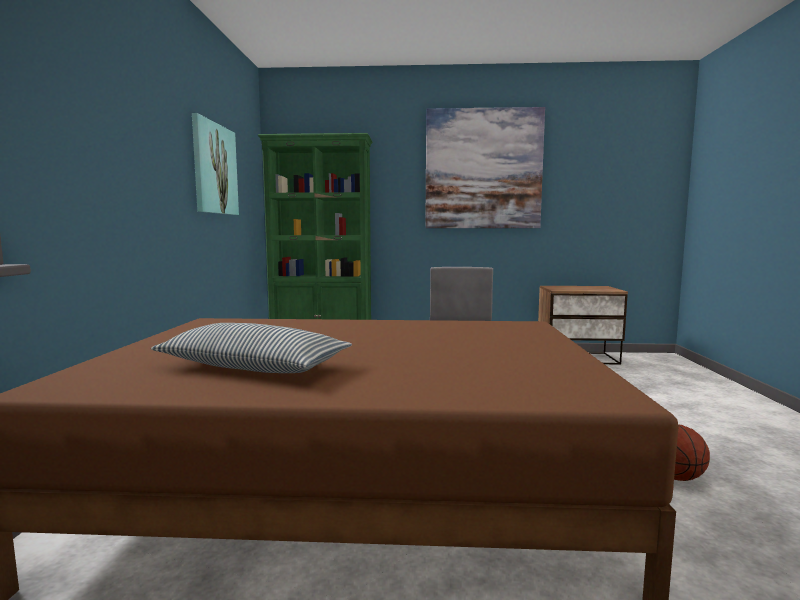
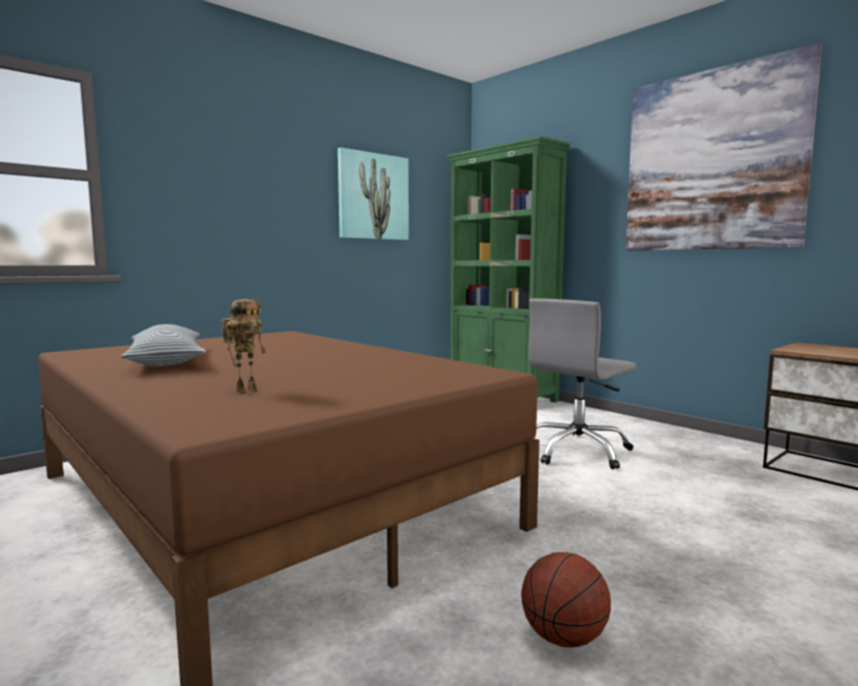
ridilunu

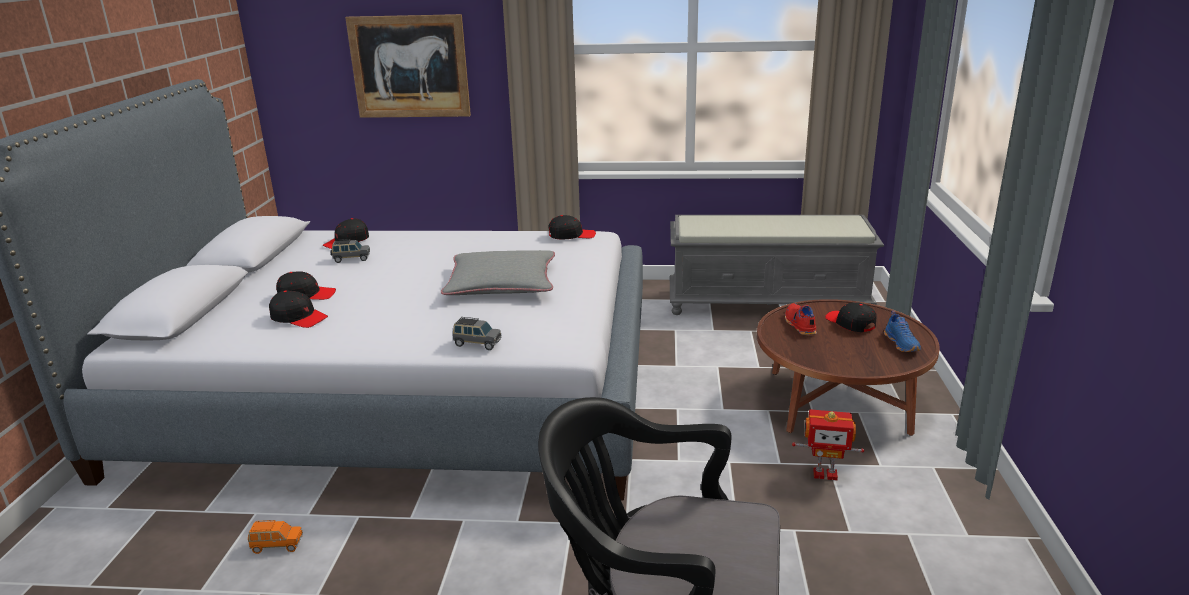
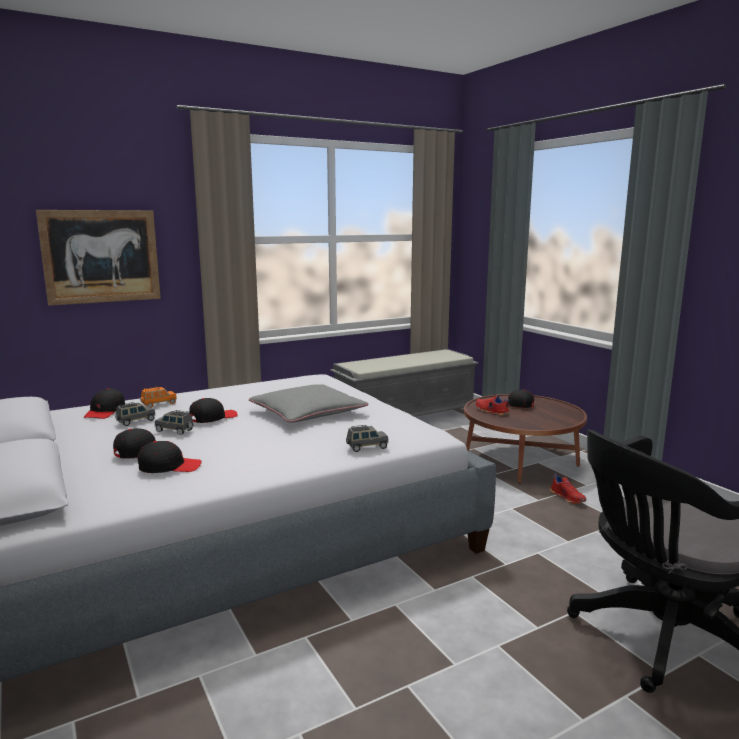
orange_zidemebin
grey_zidemebin (no. 2 from left)
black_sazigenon (no. 4 from left)
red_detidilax (no. 2 from left)
blue_detidilax

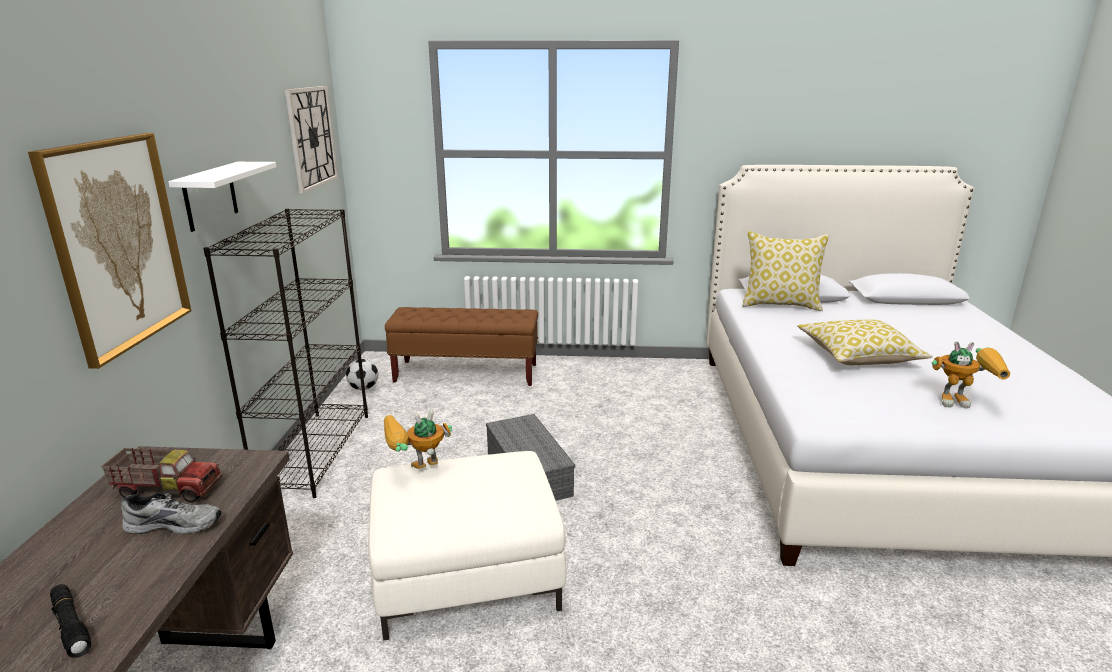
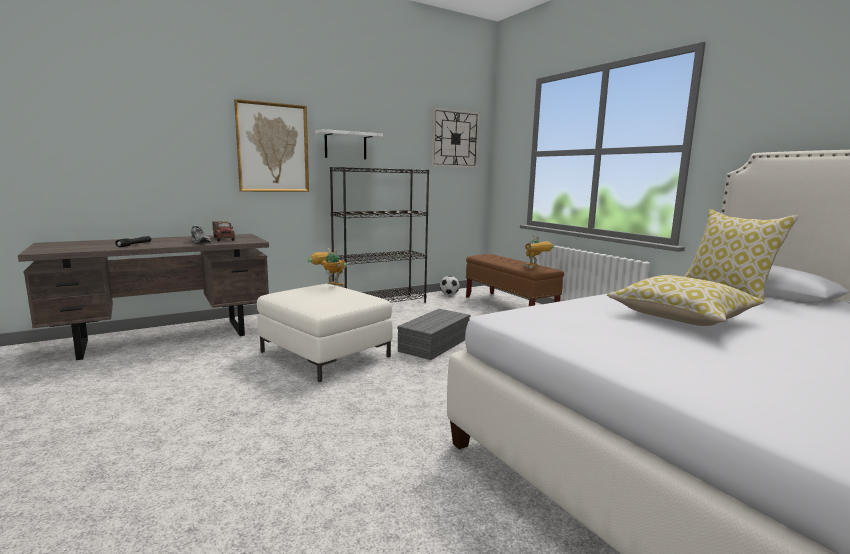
ridilunu (no. 2 from left)

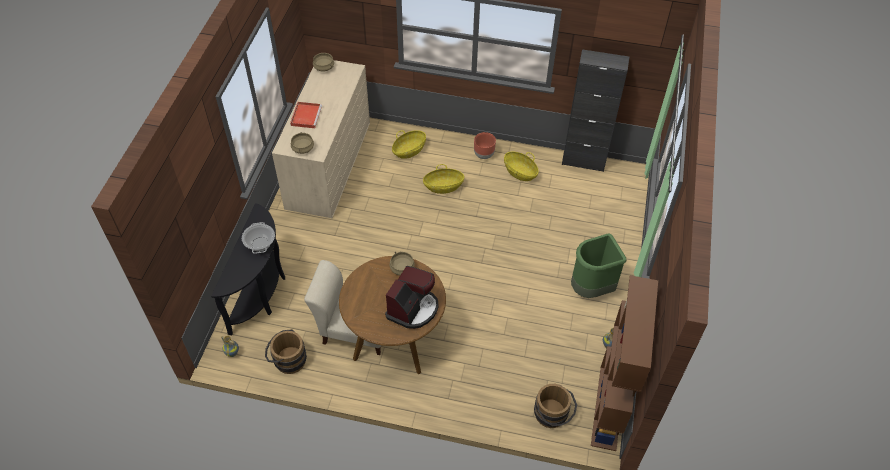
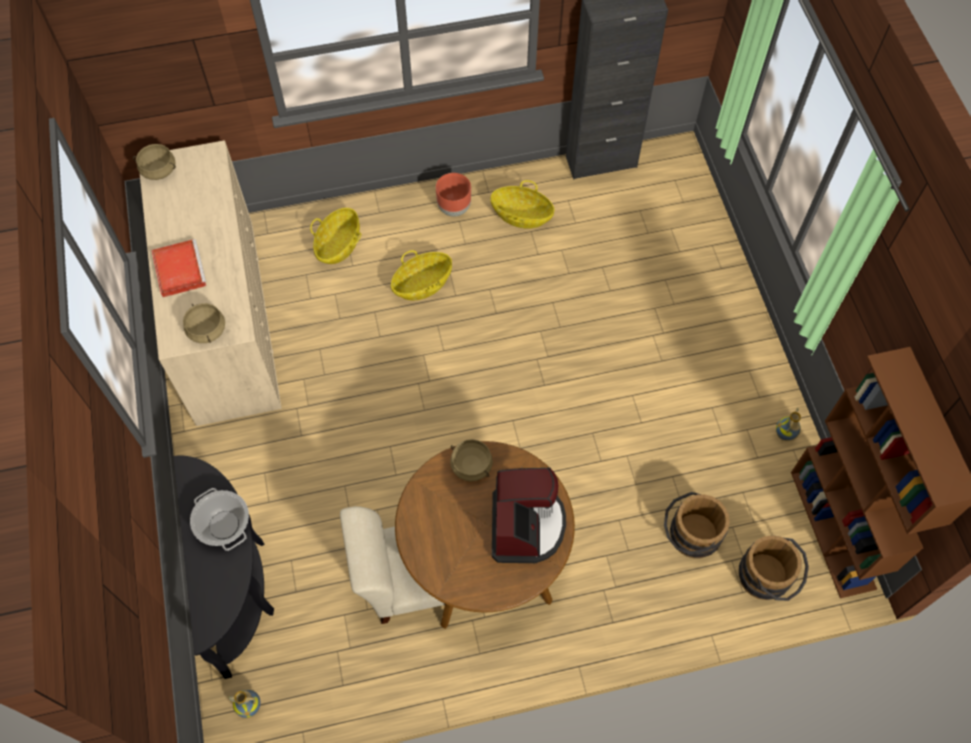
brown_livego (no. 1 from left)
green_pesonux

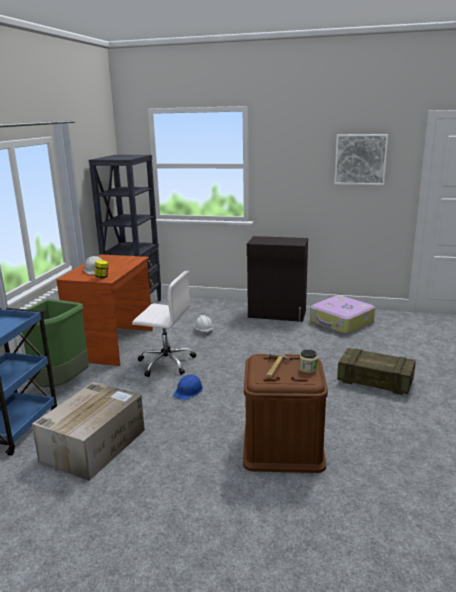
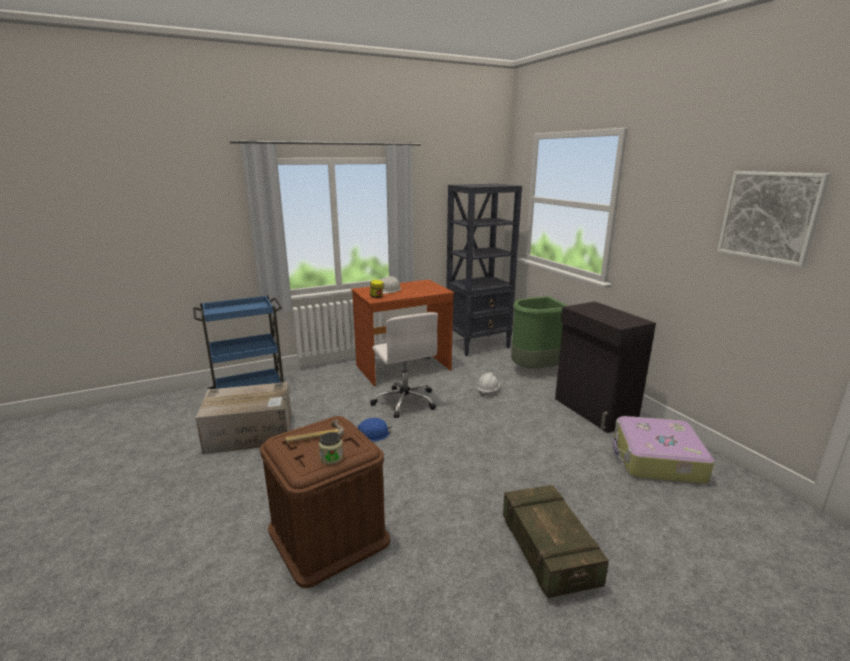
green_pesonux

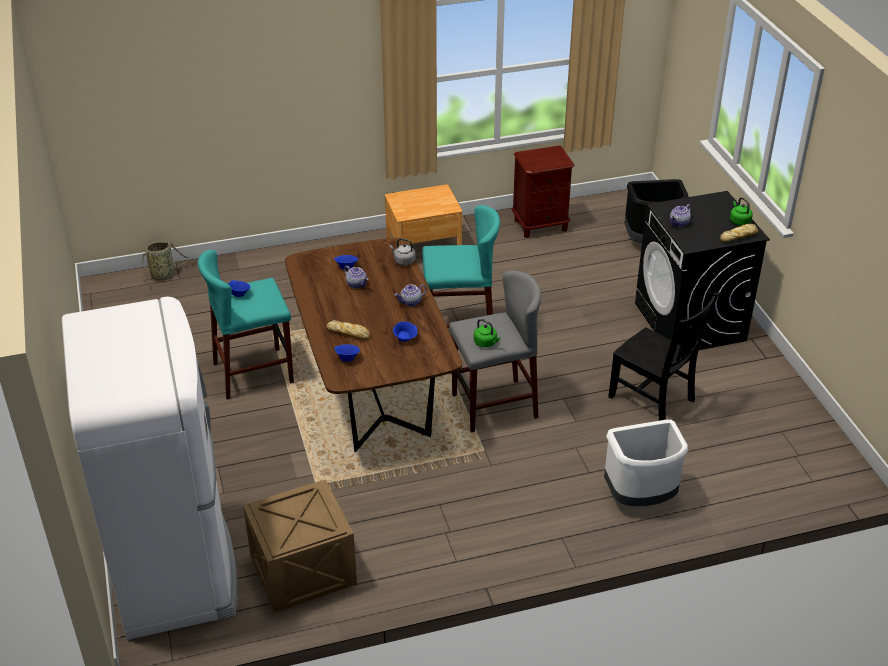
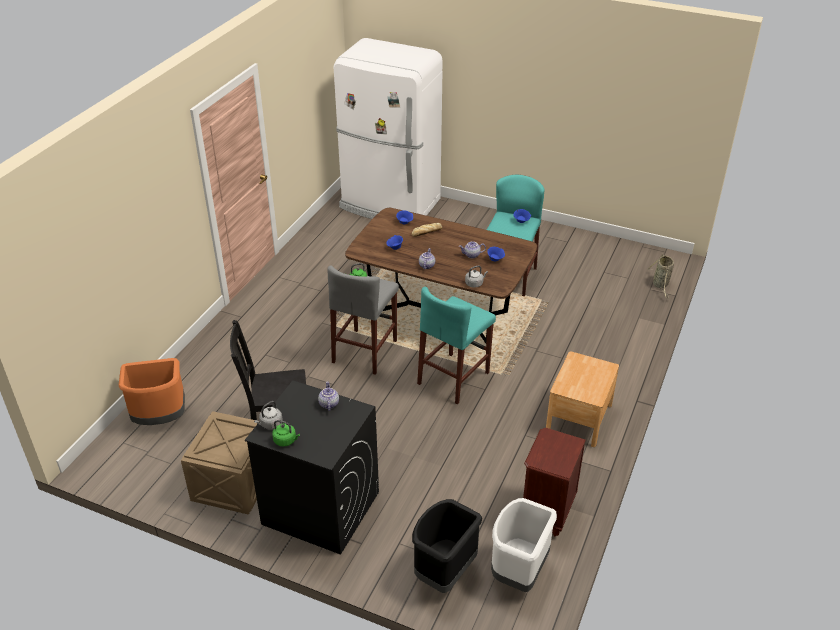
orange_pesonux
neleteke
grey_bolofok (no. 1 from left)
white_pesonux

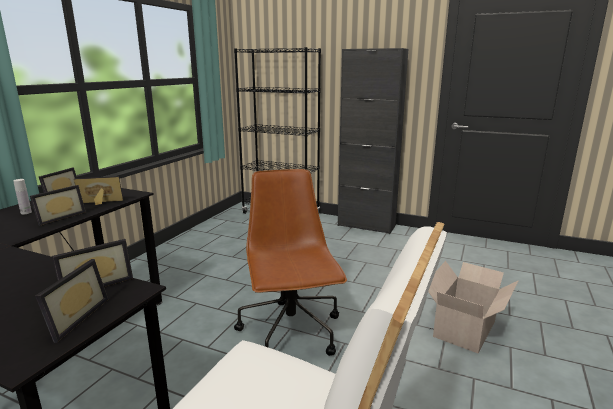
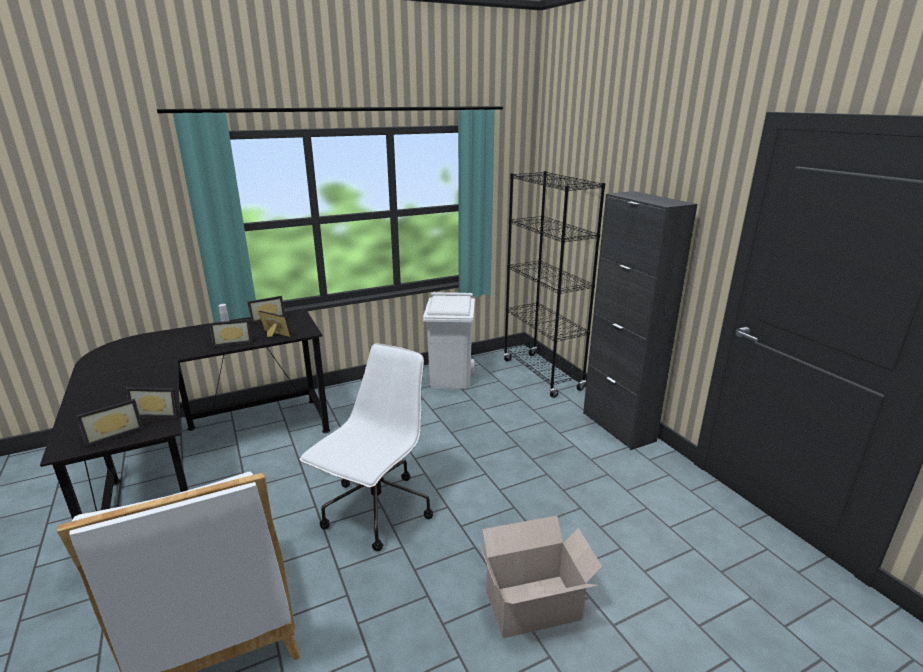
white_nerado
white_pesonux

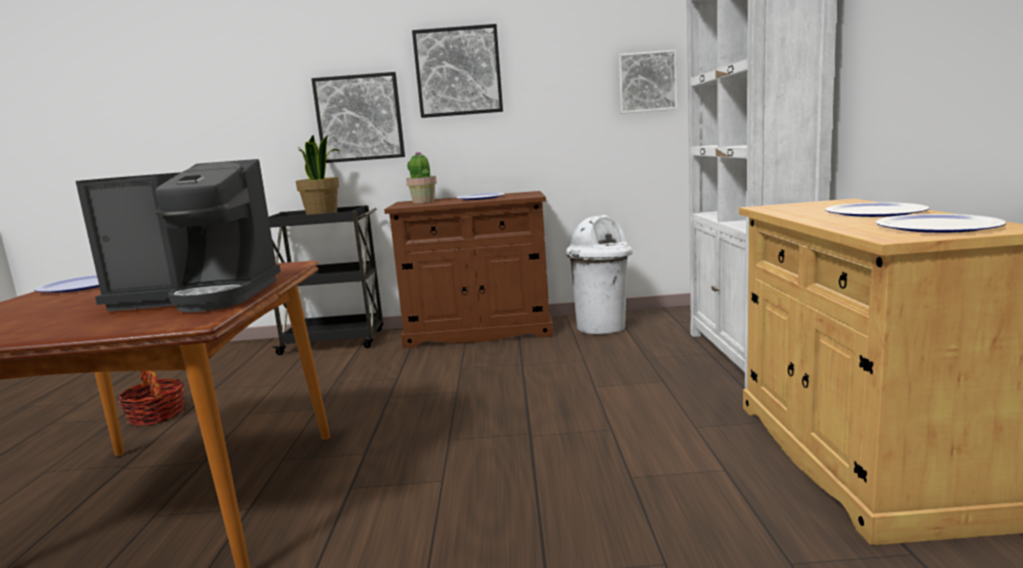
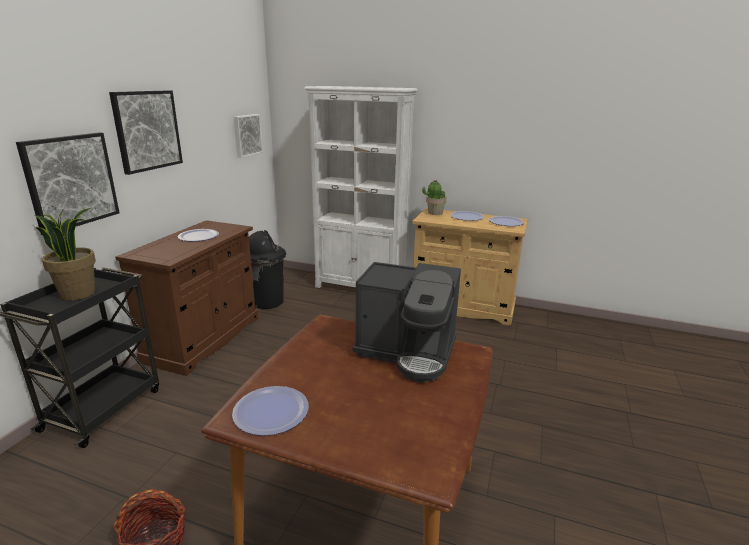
black_pesonux
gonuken
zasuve (no. 2 from left)

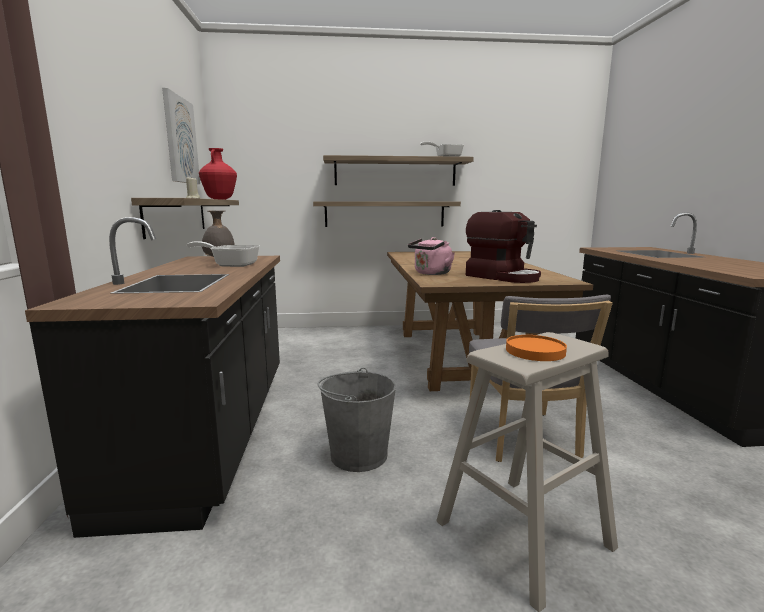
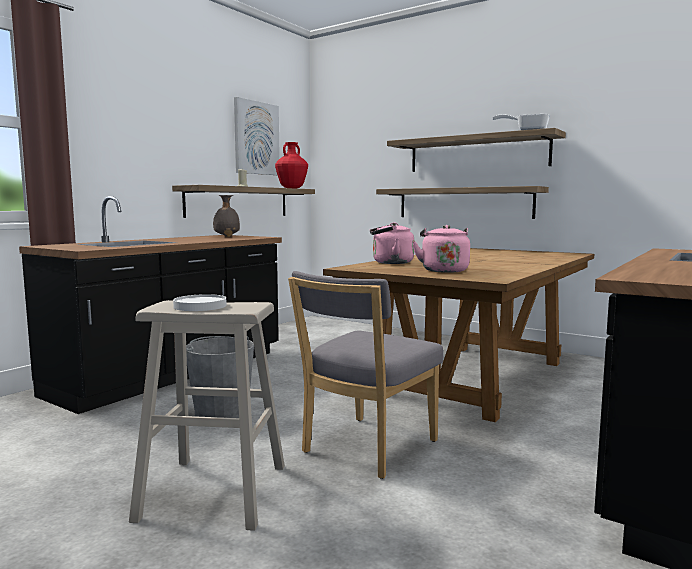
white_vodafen
pink_bolofok (no. 2 from left)
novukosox (no. 1 from left in the first image)

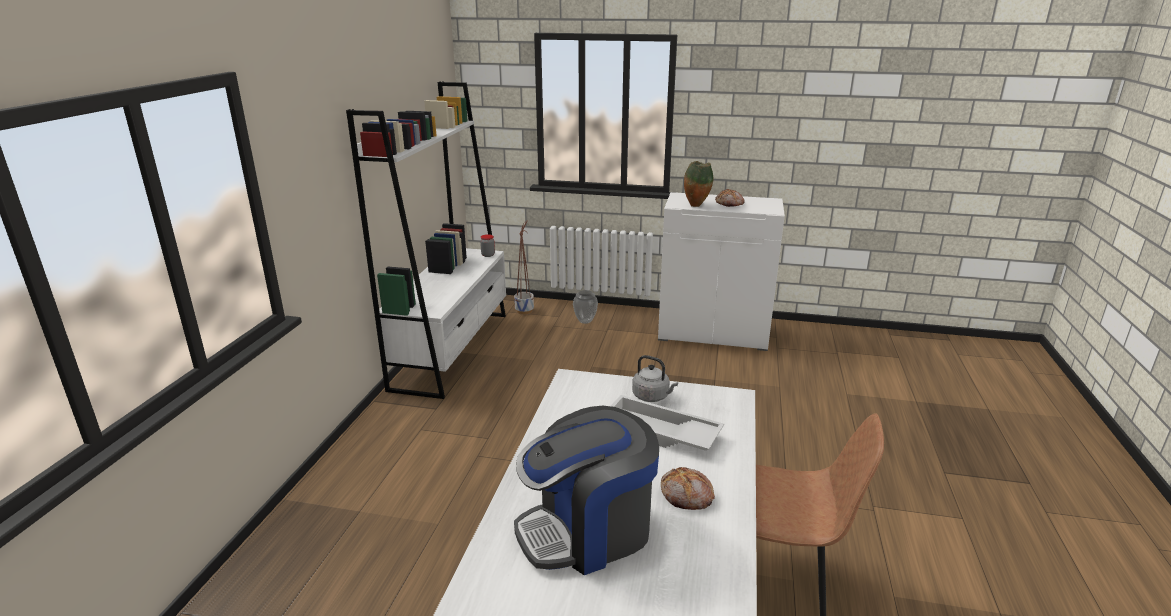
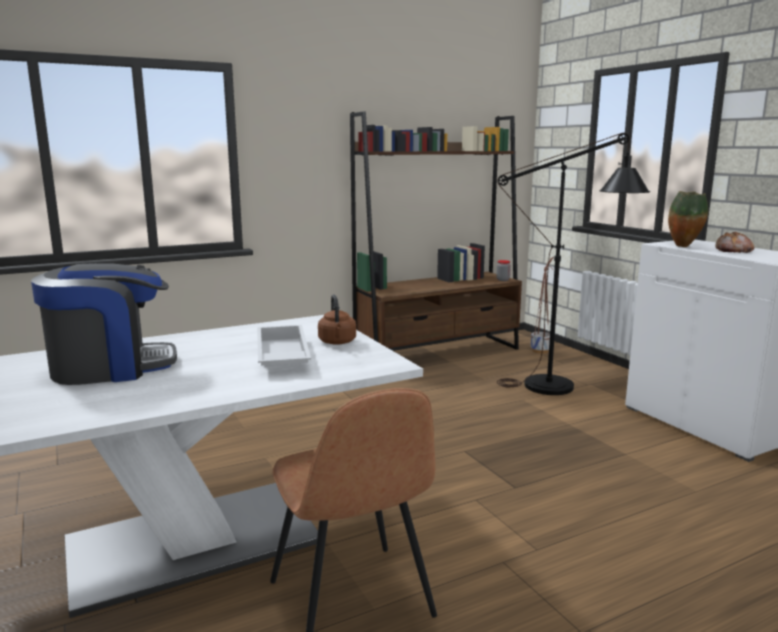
gonuken
brown_bolofok
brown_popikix
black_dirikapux
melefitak (no. 1 from left in the first image)
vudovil (no. 1 from left in the first image)

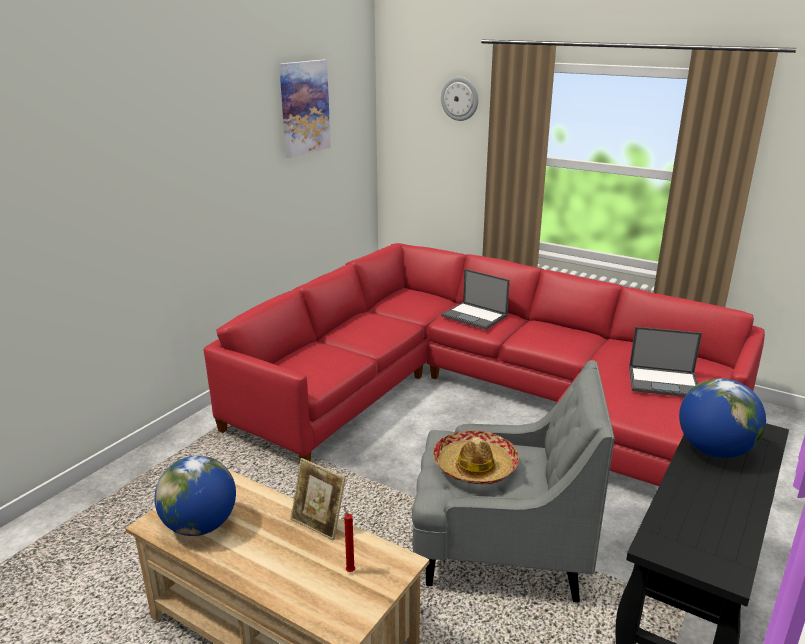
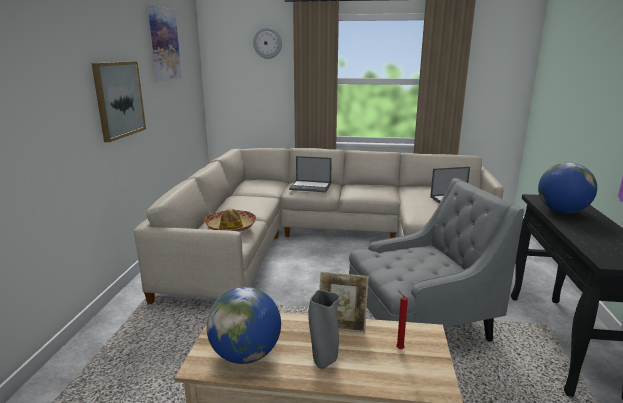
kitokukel (no. 1 from left)
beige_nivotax
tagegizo
grey_melefitak

